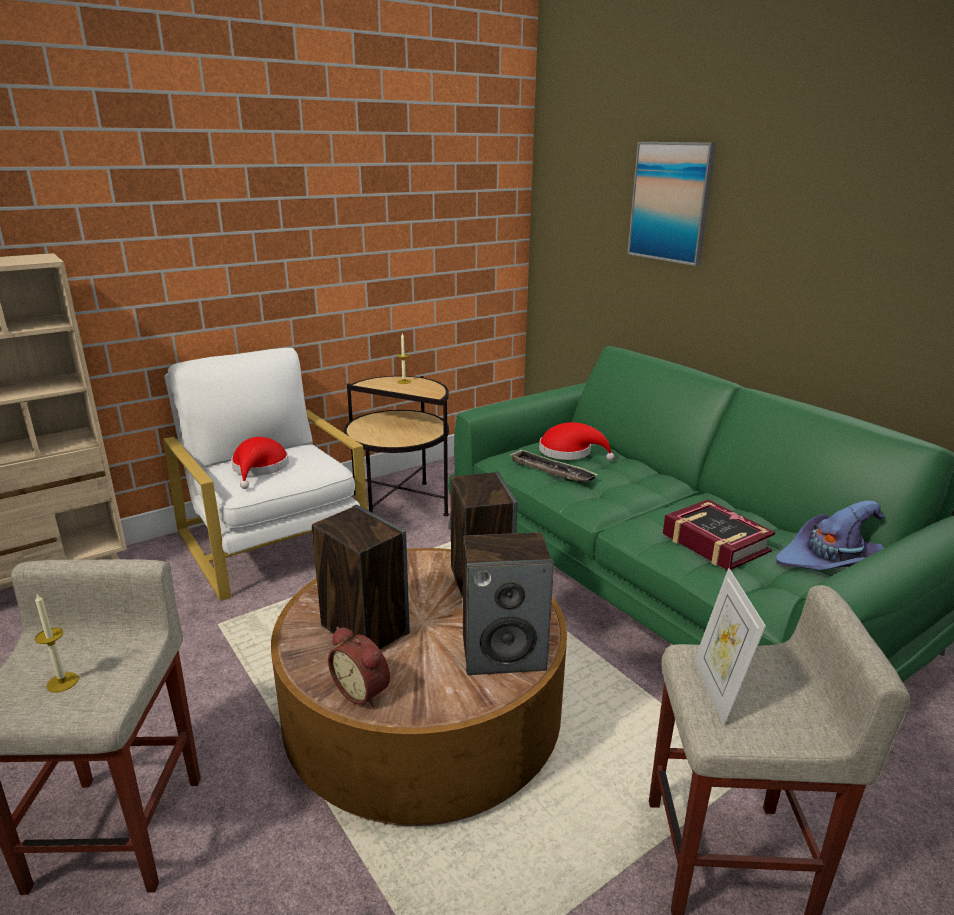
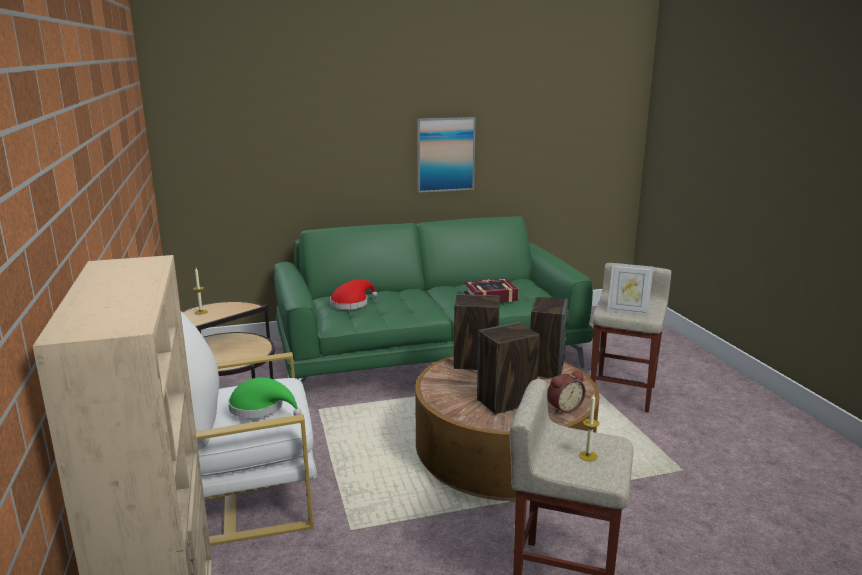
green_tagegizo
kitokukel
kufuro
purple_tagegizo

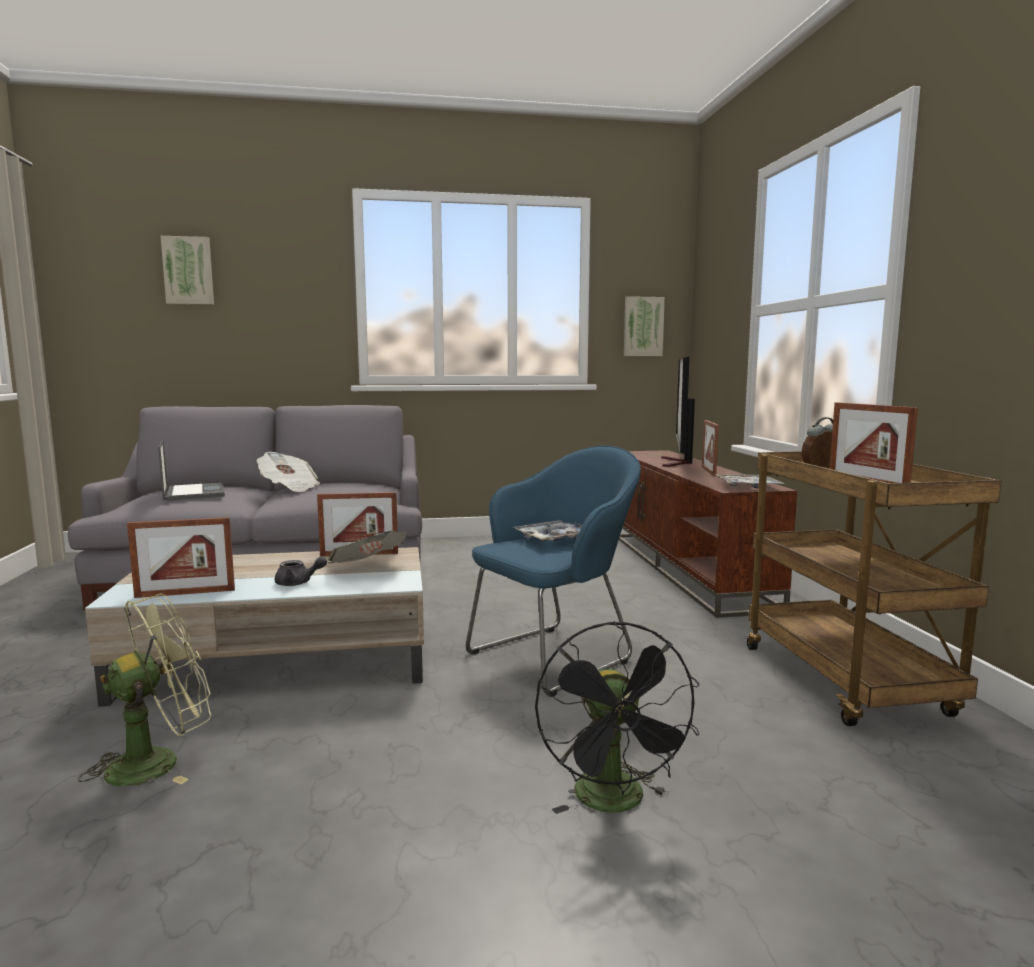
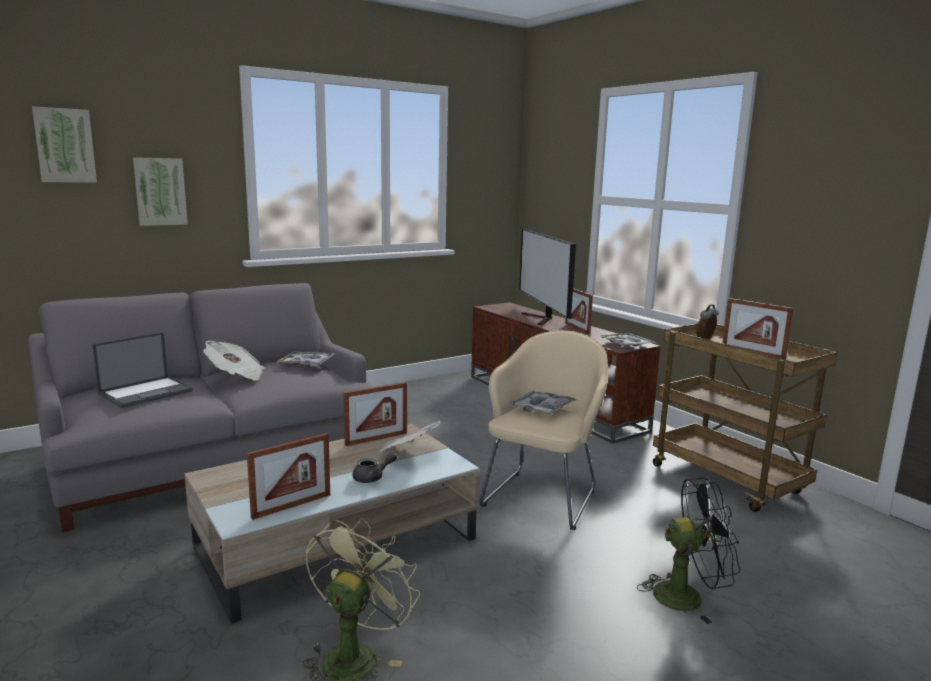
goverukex
kitokukel (no. 2 from left)
kufuro (no. 1 from left)
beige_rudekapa
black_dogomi

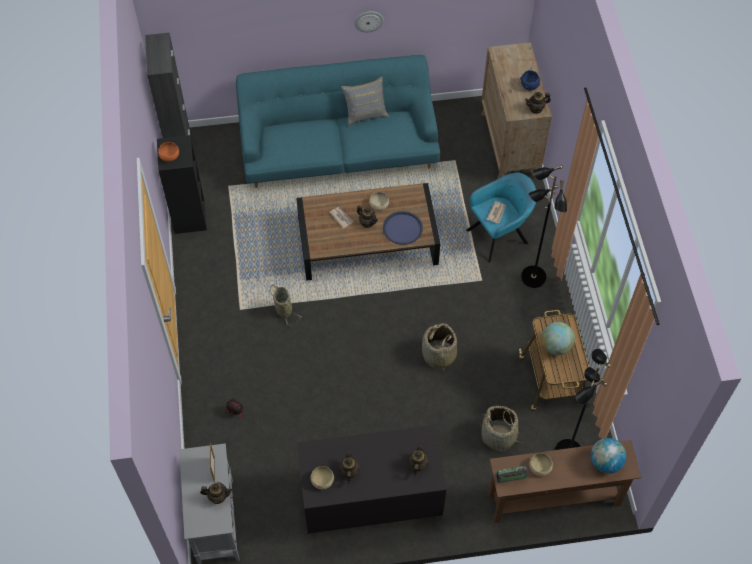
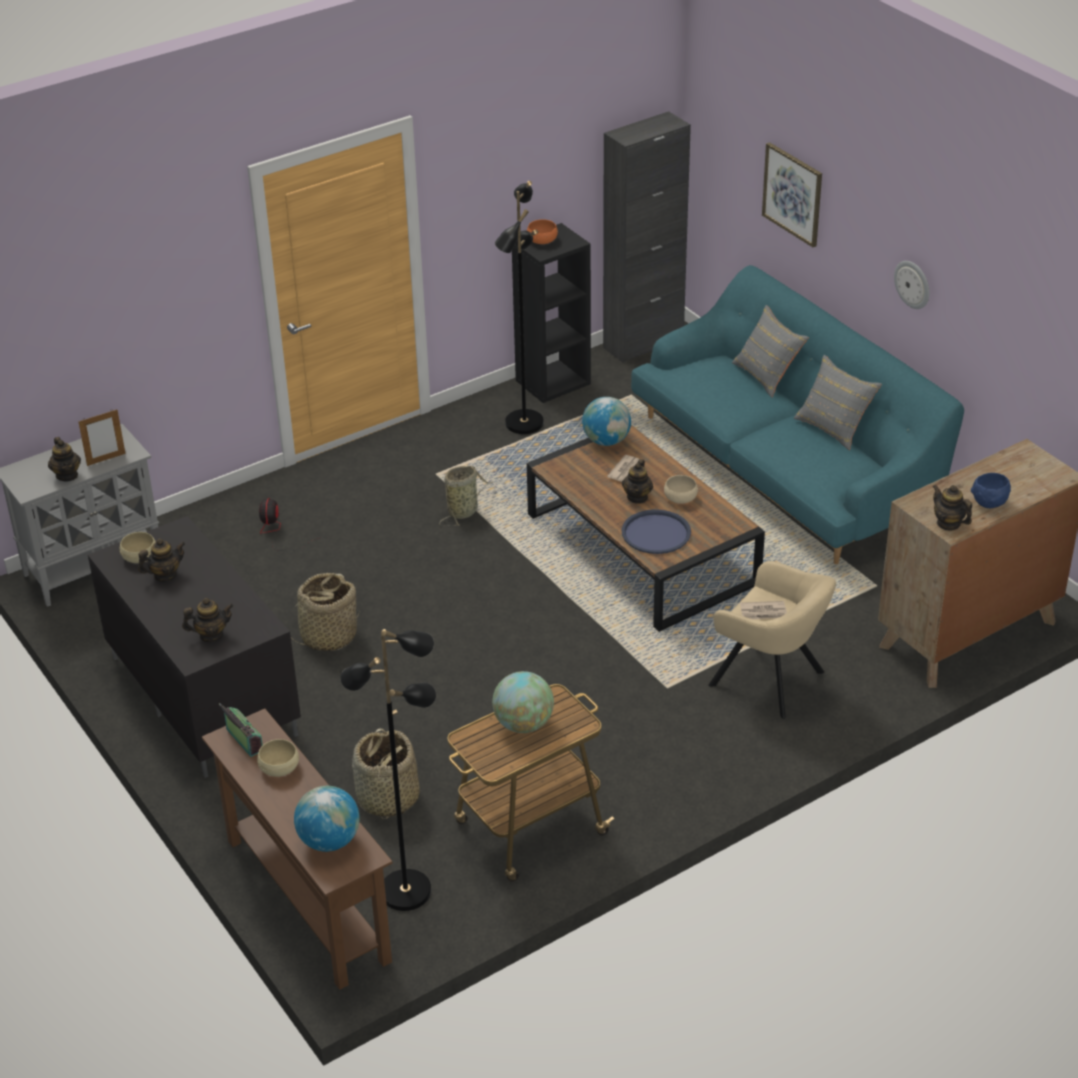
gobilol (no. 1 from left)
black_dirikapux (no. 2 from left)
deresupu (no. 3 from left)
beige_rudekapa
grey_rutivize (no. 1 from left)
kitokukel

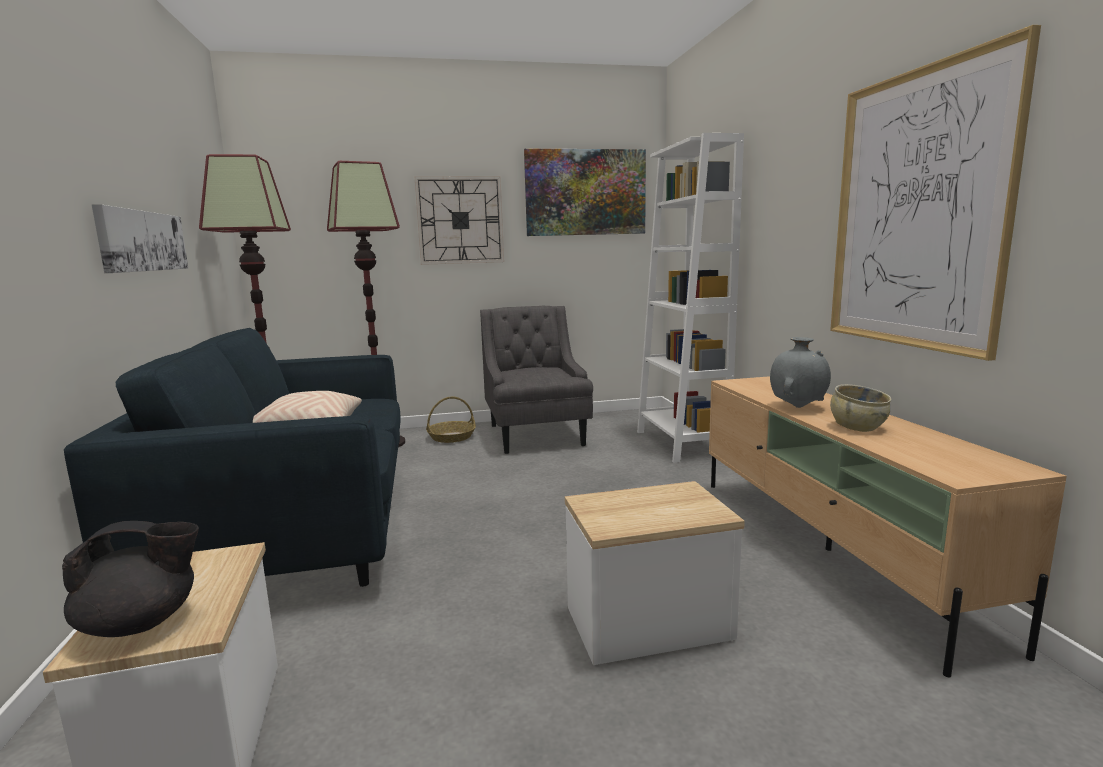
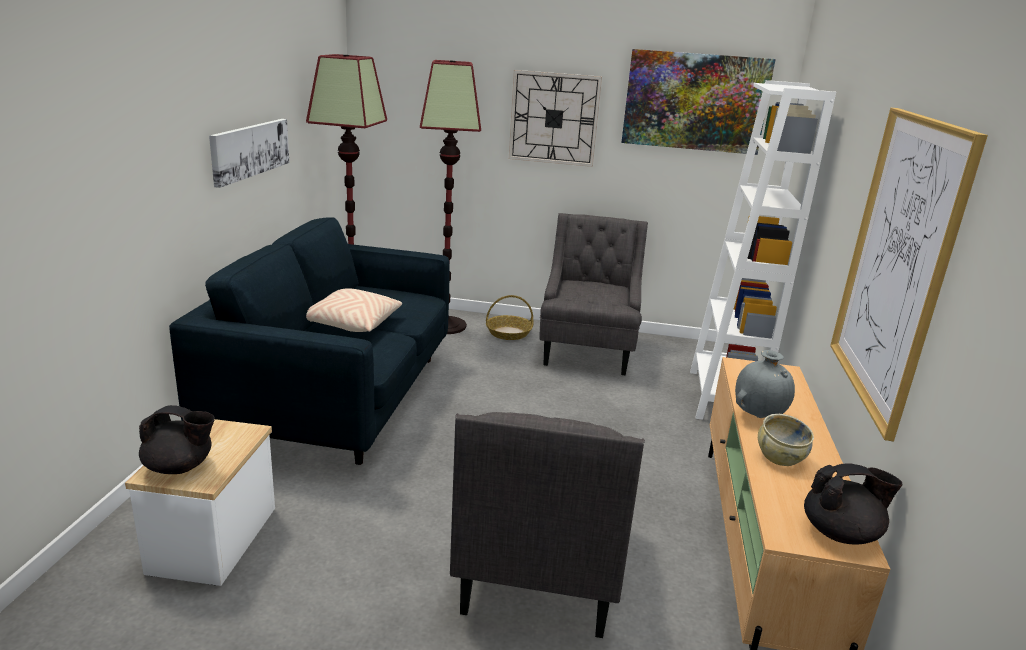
grey_rudekapa (no. 1 from left)
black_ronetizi (no. 2 from left)

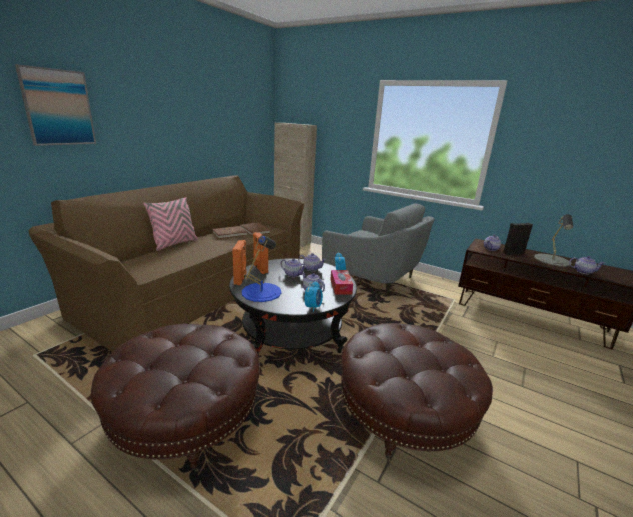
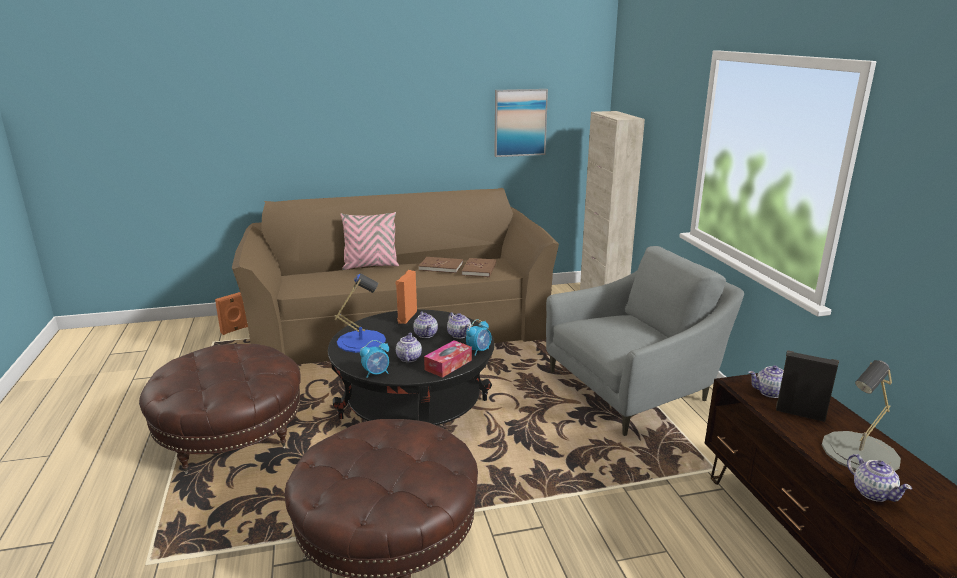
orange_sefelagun (no. 1 from left)
kitokukel
grey_rudekapa

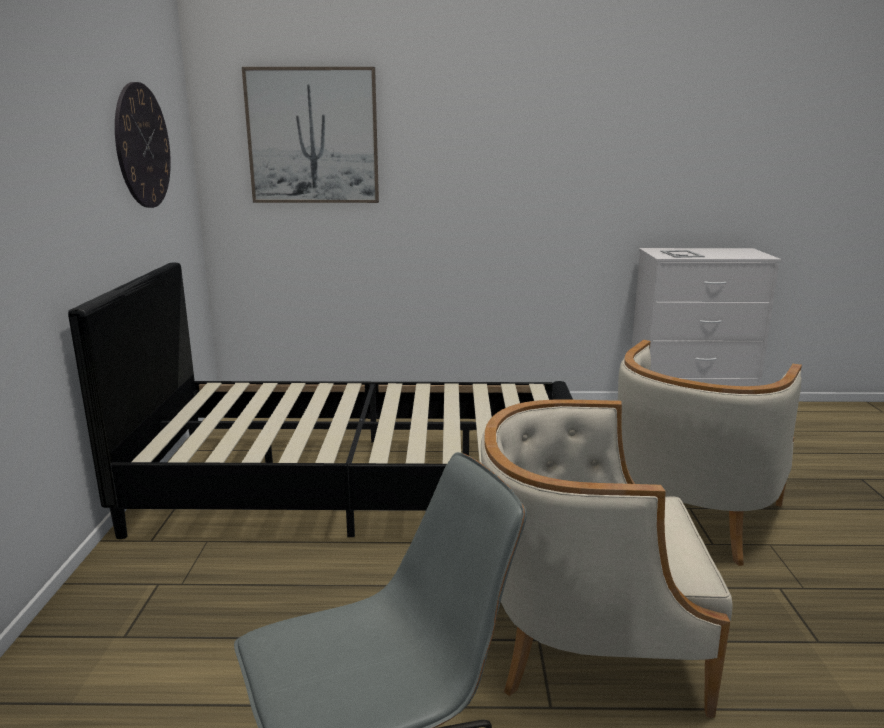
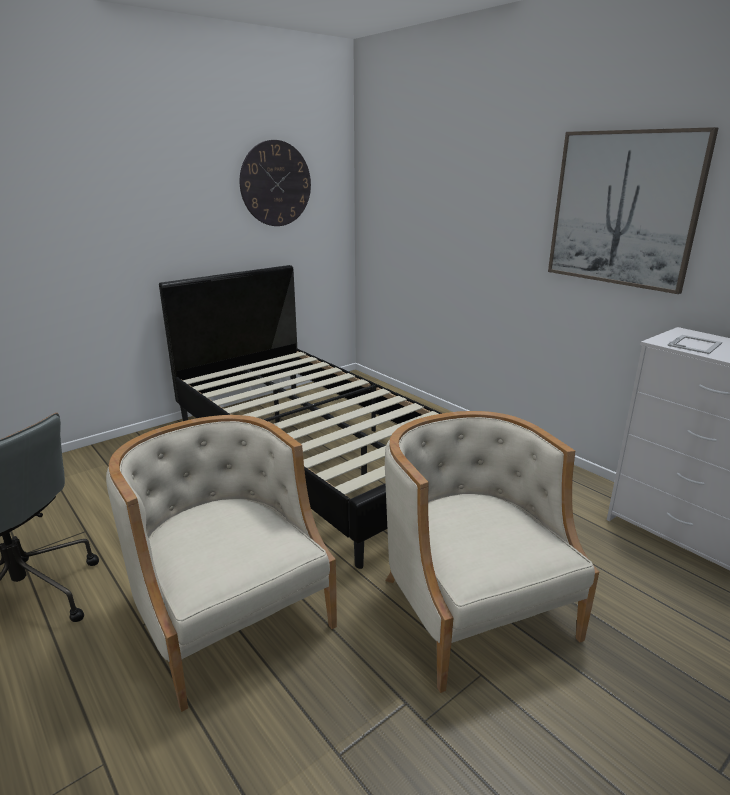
beige_rudekapa (no. 2 from left)
kitokukel

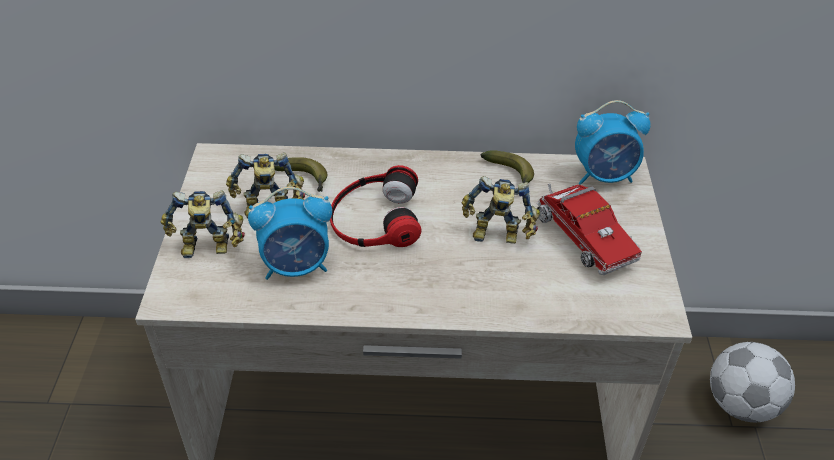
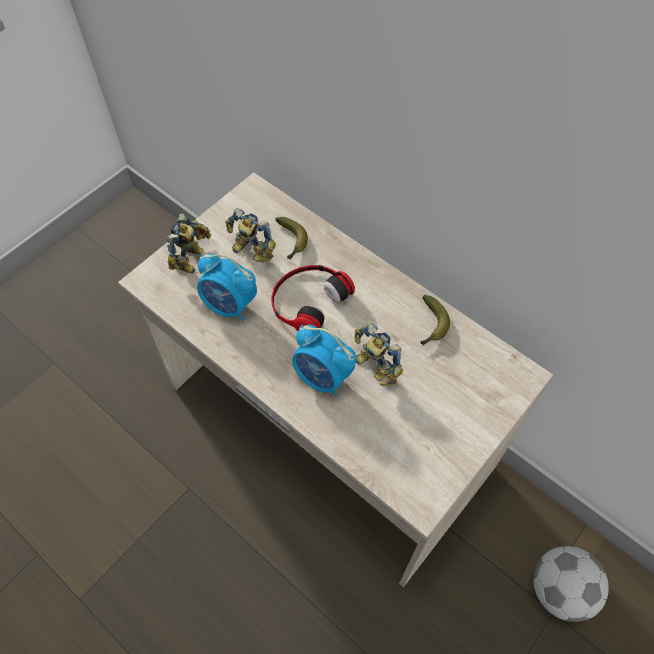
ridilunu (no. 1 from left)
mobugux (no. 2 from left)
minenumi

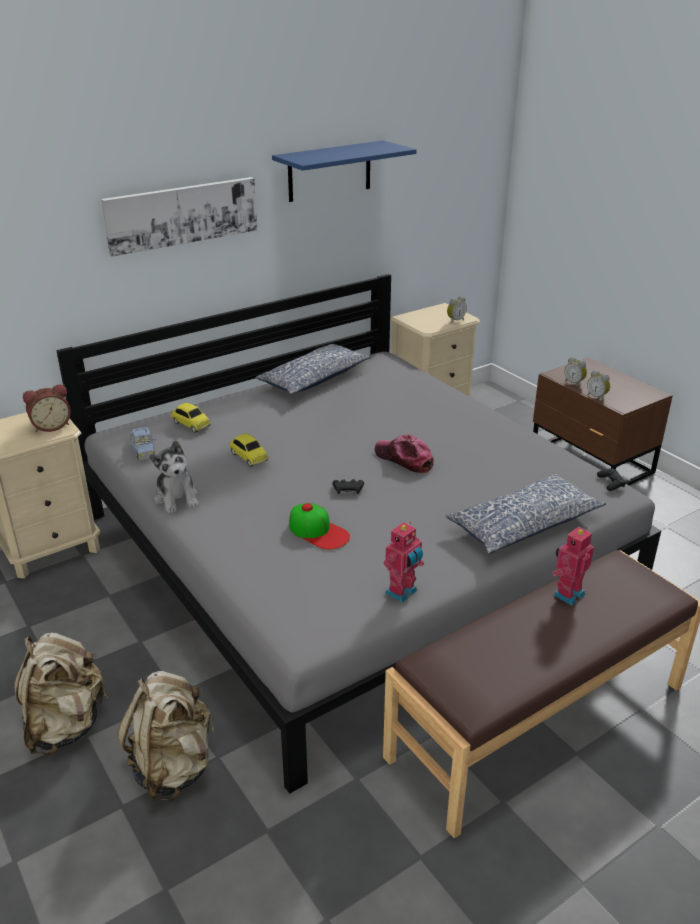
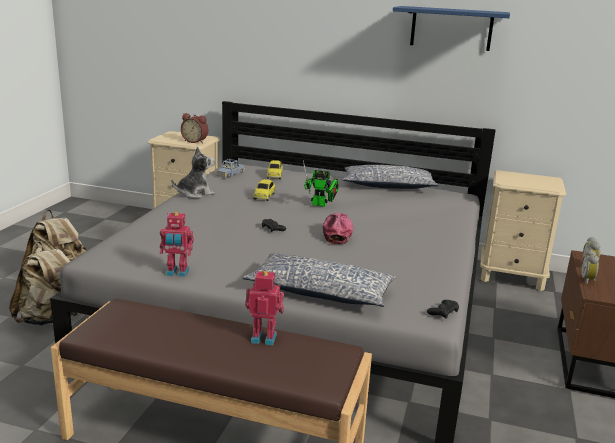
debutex
ridilunu (no. 3 from left)
kitokukel
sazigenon (no. 1 from left in the first image)
mobugux (no. 2 from left in the first image)

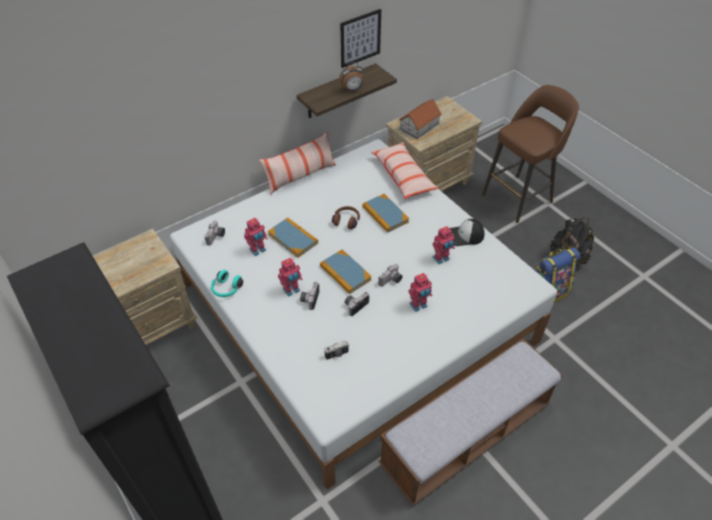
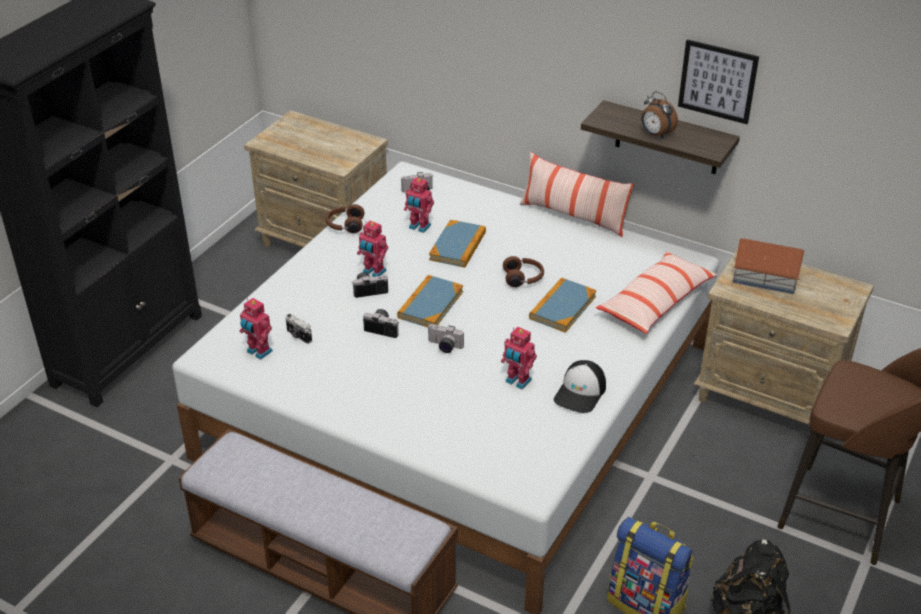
ridilunu (no. 1 from left)
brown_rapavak (no. 1 from left)
sazigenon

